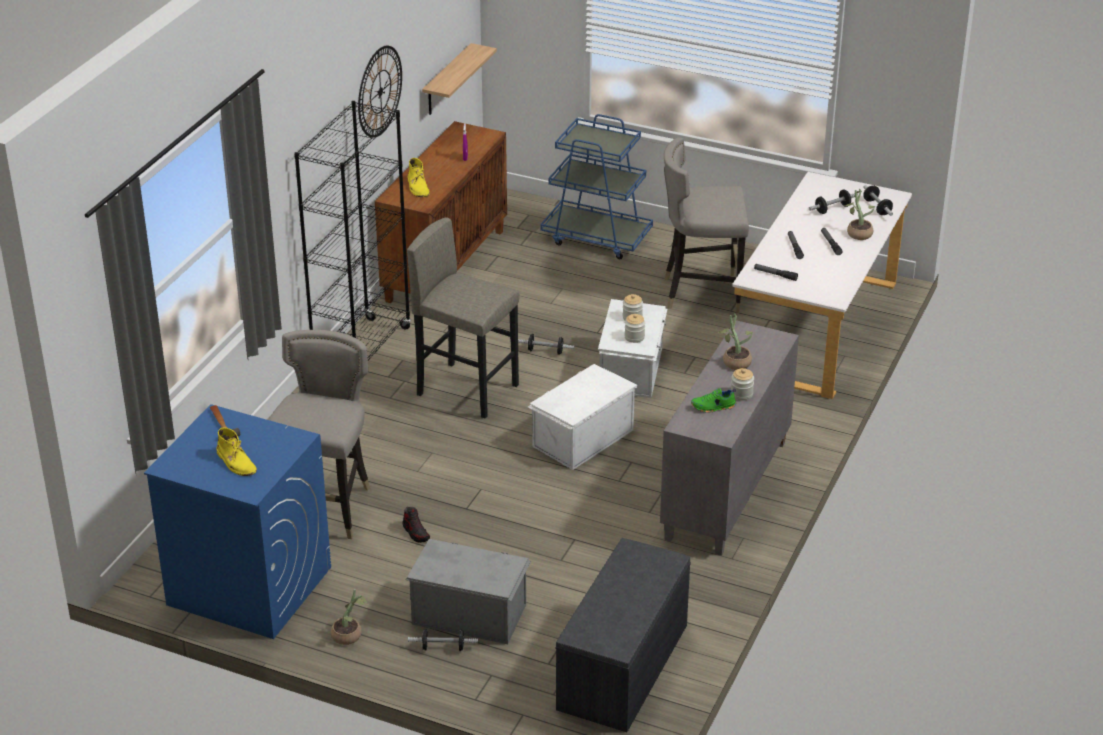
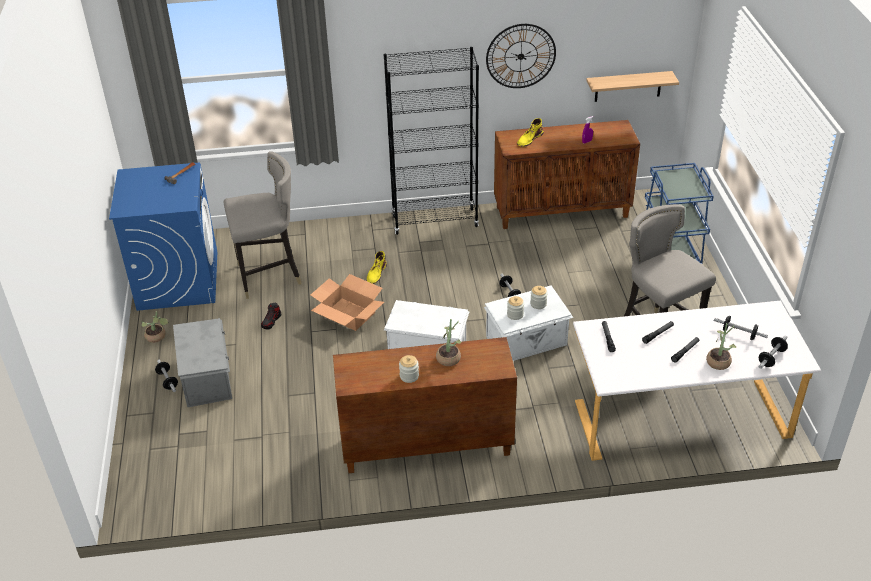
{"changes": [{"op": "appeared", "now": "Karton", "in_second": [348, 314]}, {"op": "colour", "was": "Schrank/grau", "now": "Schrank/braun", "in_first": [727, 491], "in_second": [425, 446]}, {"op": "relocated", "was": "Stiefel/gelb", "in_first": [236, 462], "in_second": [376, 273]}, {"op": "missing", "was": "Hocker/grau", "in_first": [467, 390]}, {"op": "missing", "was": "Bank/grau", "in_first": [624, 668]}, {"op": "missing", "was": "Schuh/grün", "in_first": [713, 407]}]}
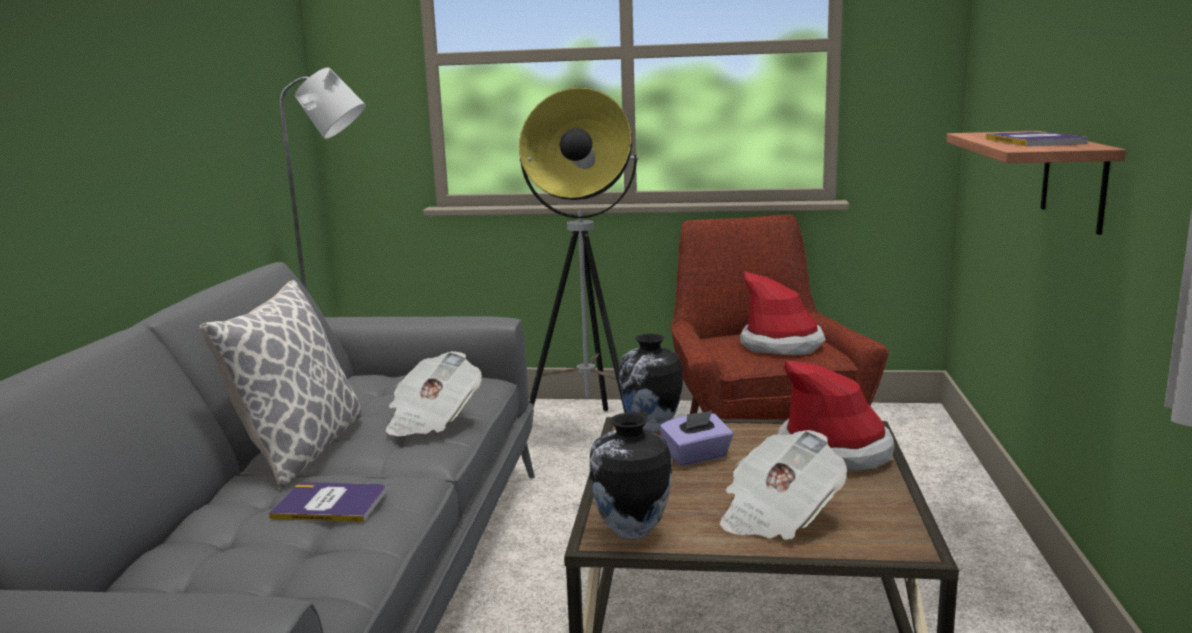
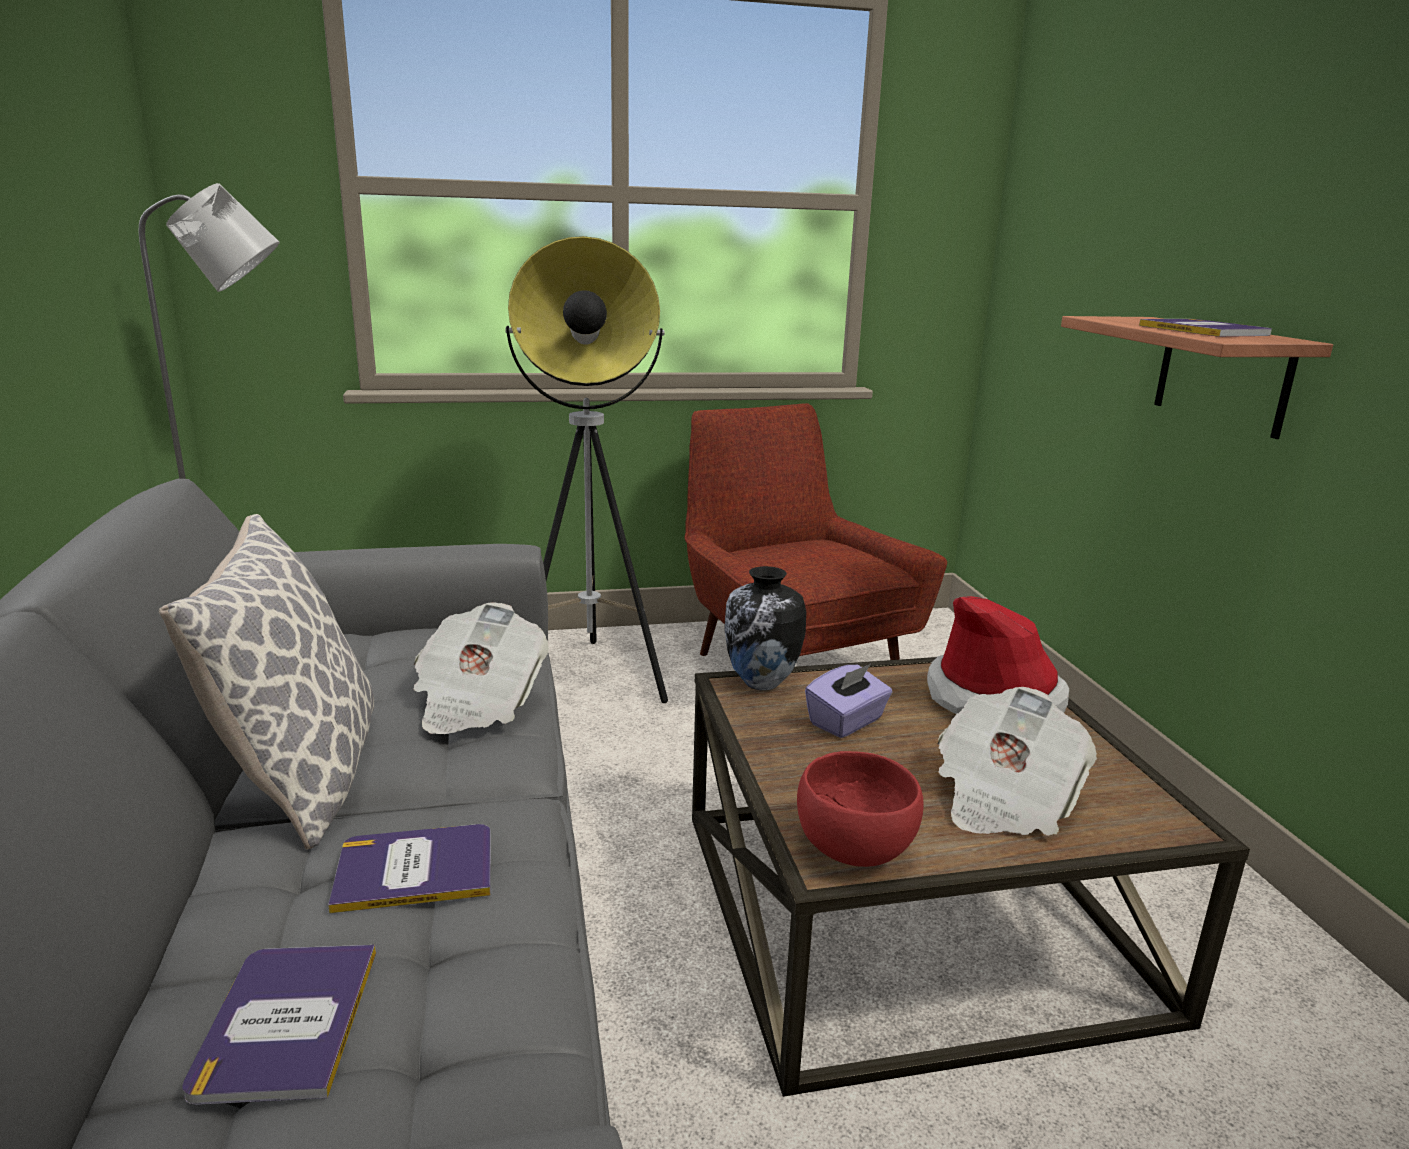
{"changes": [{"op": "appeared", "now": "Buch", "in_second": [286, 1022]}, {"op": "exchanged", "was": "Vase", "now": "Schüssel/rot", "in_first": [631, 531], "in_second": [853, 848]}, {"op": "missing", "was": "Hut", "in_first": [781, 345]}]}
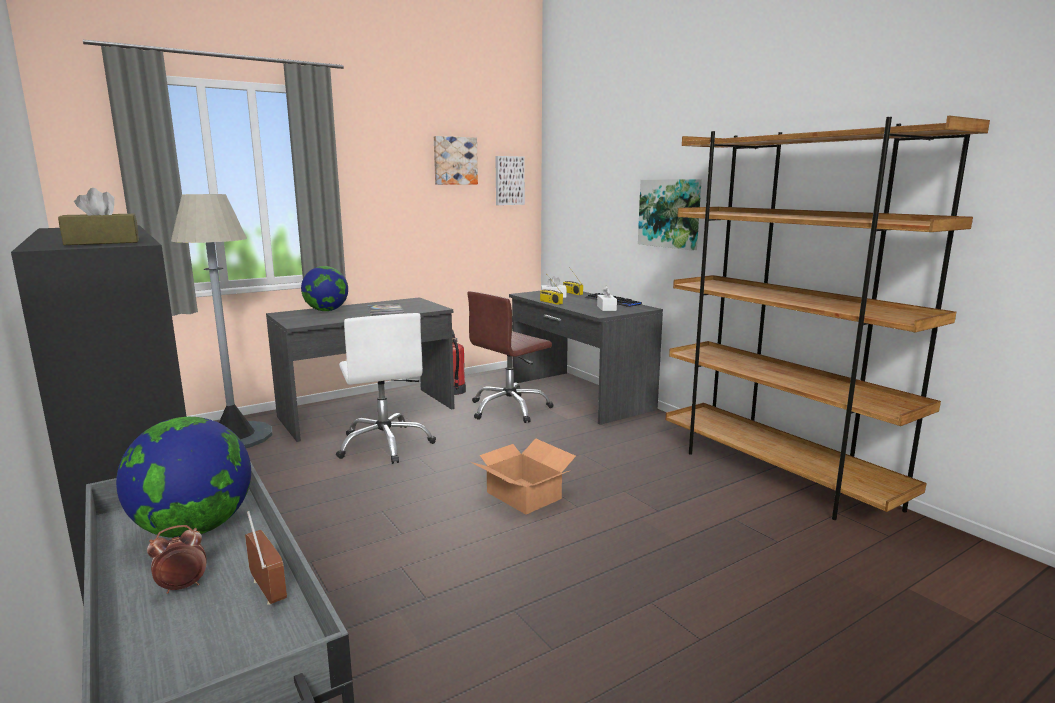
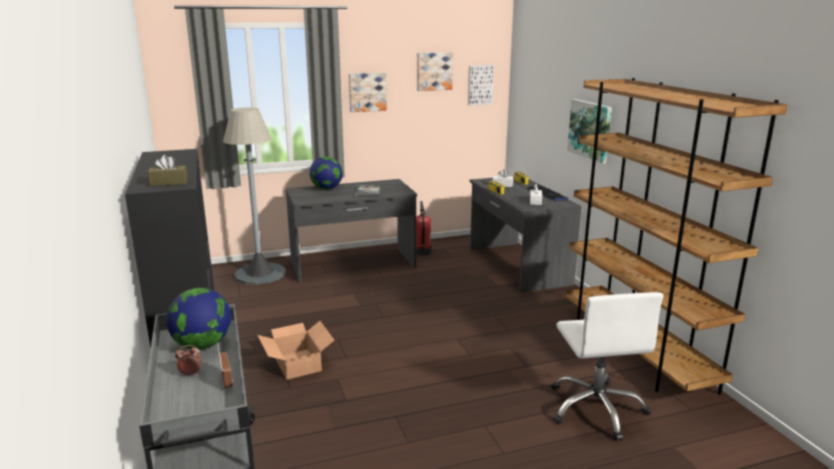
{"changes": [{"op": "relocated", "was": "Karton", "in_first": [524, 495], "in_second": [298, 363]}, {"op": "appeared", "now": "Bild", "in_second": [367, 92]}, {"op": "relocated", "was": "Bürostuhl/weiß", "in_first": [385, 444], "in_second": [596, 408]}, {"op": "missing", "was": "Bürostuhl/braun", "in_first": [509, 409]}]}
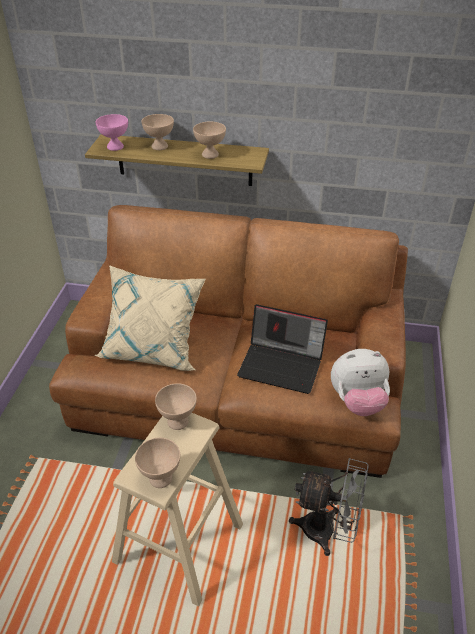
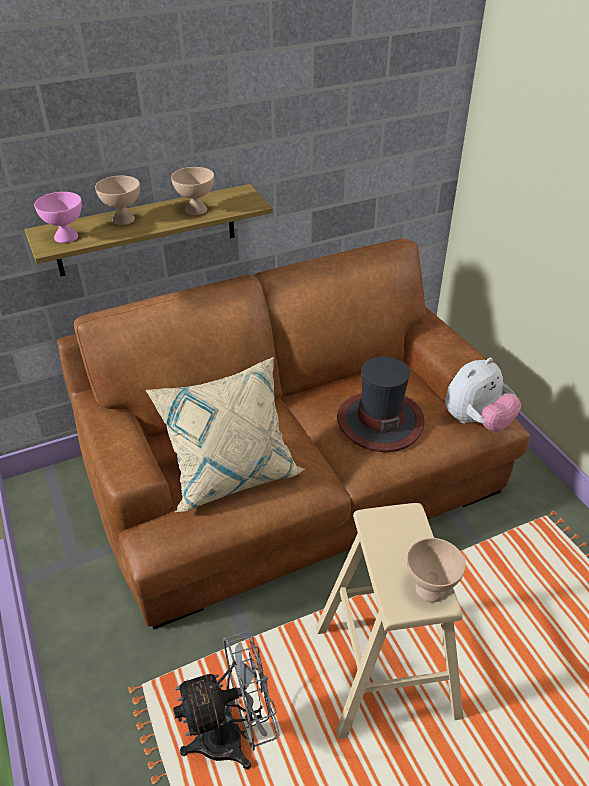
{"changes": [{"op": "relocated", "was": "Ventilator/grau", "in_first": [327, 531], "in_second": [233, 736]}, {"op": "exchanged", "was": "Laptop", "now": "Hut", "in_first": [282, 365], "in_second": [379, 421]}, {"op": "missing", "was": "Schüssel/beige", "in_first": [177, 422]}]}
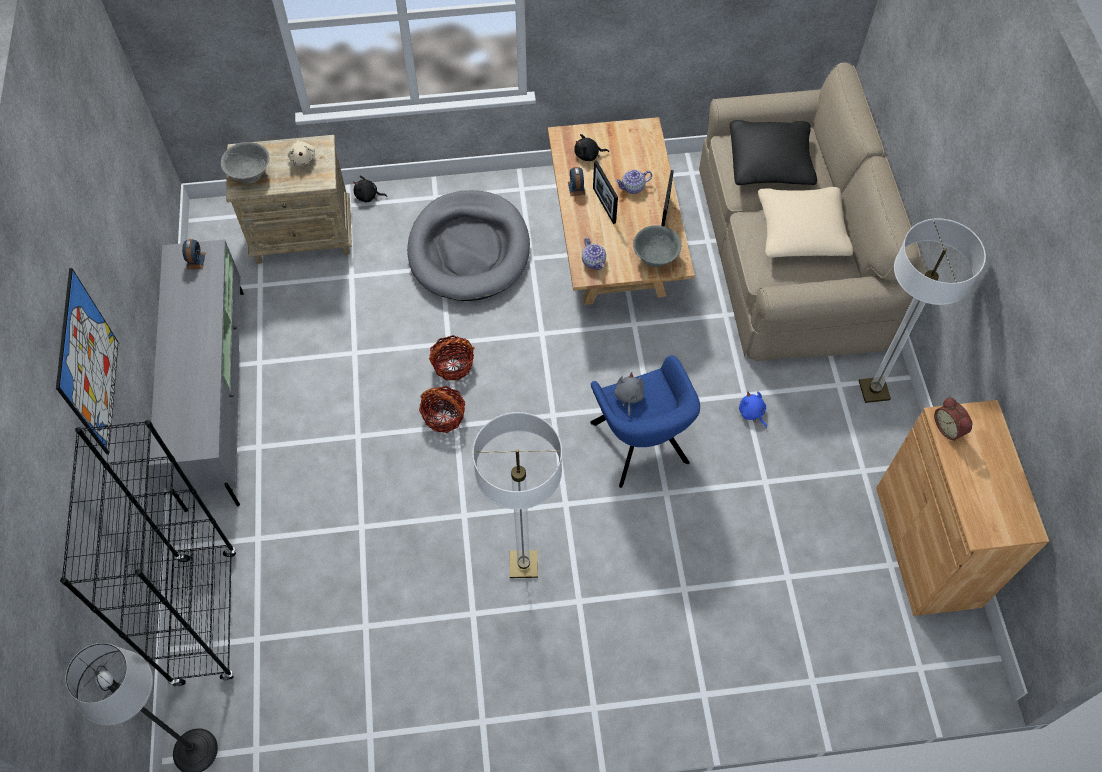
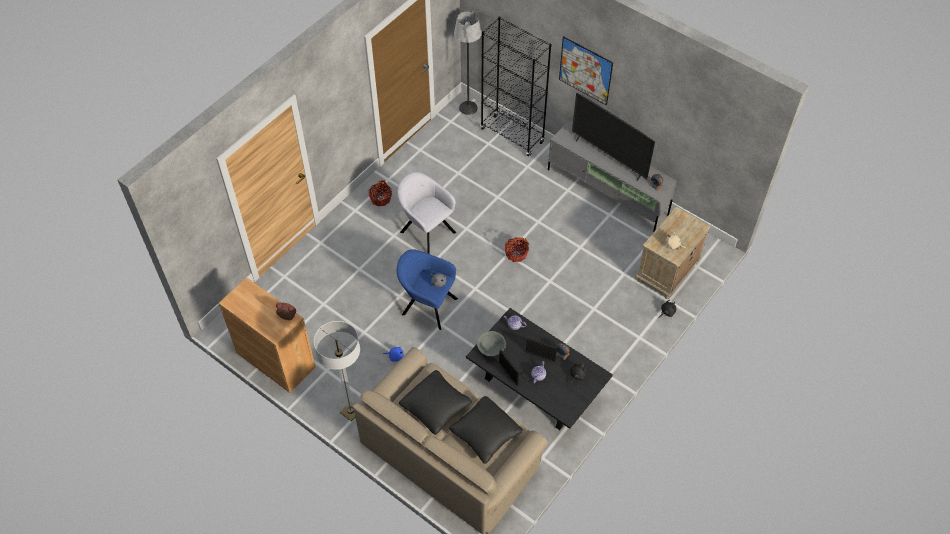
{"changes": [{"op": "relocated", "was": "Korb", "in_first": [453, 365], "in_second": [380, 198]}, {"op": "exchanged", "was": "Stehlampe", "now": "Sessel/grau", "in_first": [523, 564], "in_second": [426, 231]}, {"op": "colour", "was": "Kissen/beige", "now": "Kissen/schwarz", "in_first": [801, 232], "in_second": [435, 406]}, {"op": "colour", "was": "Couchtisch/beige", "now": "Couchtisch/schwarz", "in_first": [614, 241], "in_second": [536, 386]}, {"op": "appeared", "now": "Fernseher", "in_second": [609, 157]}, {"op": "missing", "was": "Schüssel/grau", "in_first": [250, 174]}, {"op": "missing", "was": "Hundebett/grau", "in_first": [469, 249]}]}
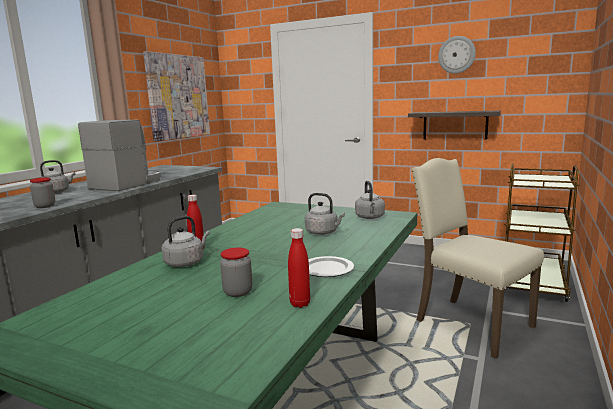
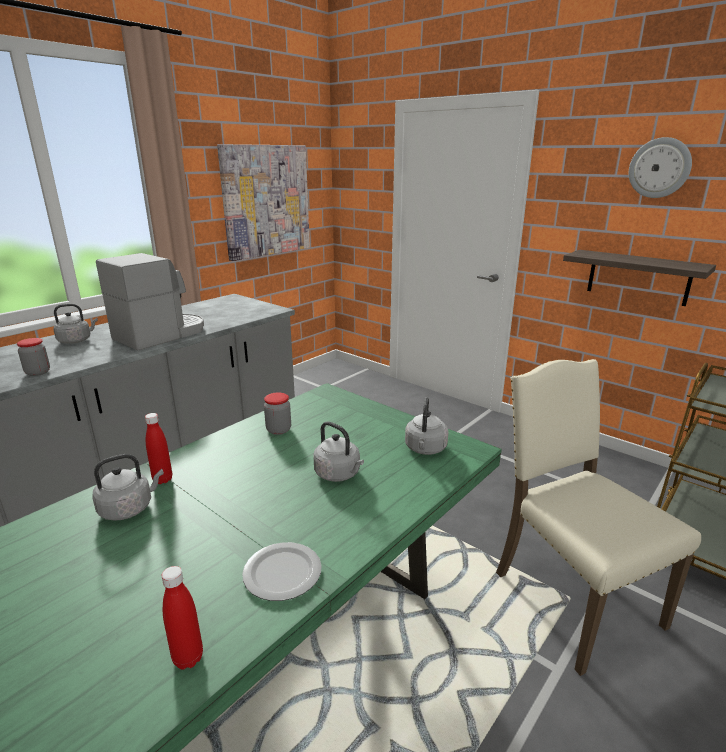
{"changes": [{"op": "relocated", "was": "Vorratsglas", "in_first": [238, 292], "in_second": [278, 430]}]}
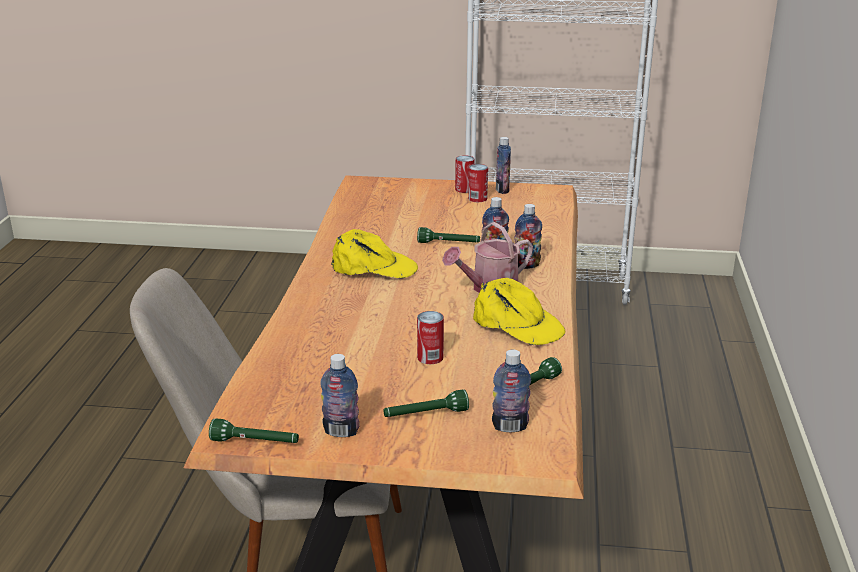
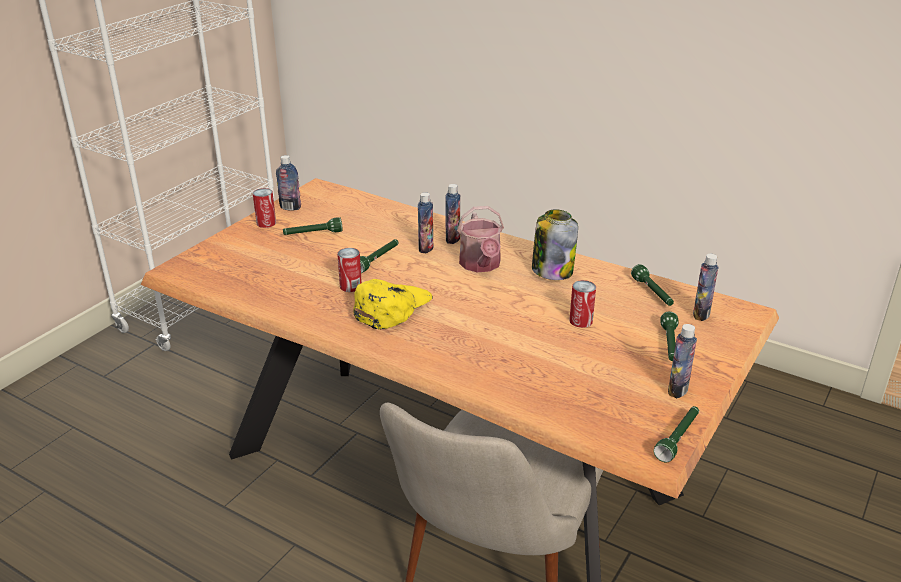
{"changes": [{"op": "appeared", "now": "Taschenlampe/grün", "in_second": [313, 234]}, {"op": "relocated", "was": "Dose", "in_first": [477, 198], "in_second": [350, 286]}, {"op": "exchanged", "was": "Kappe/gelb", "now": "Vorratsglas", "in_first": [517, 325], "in_second": [552, 270]}]}
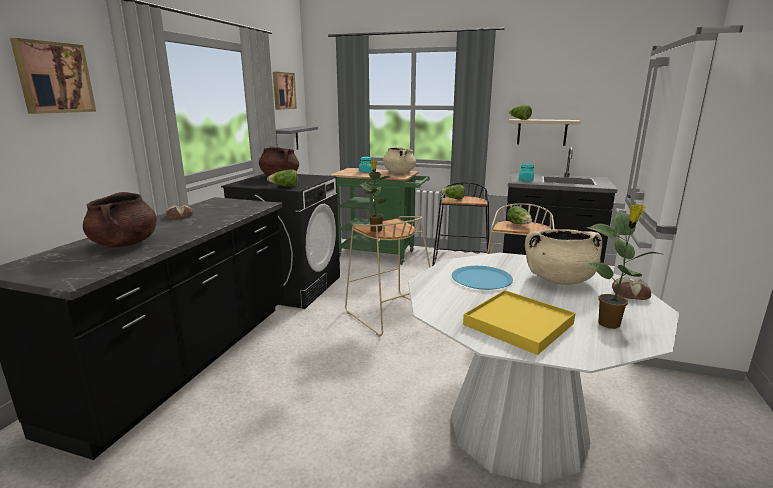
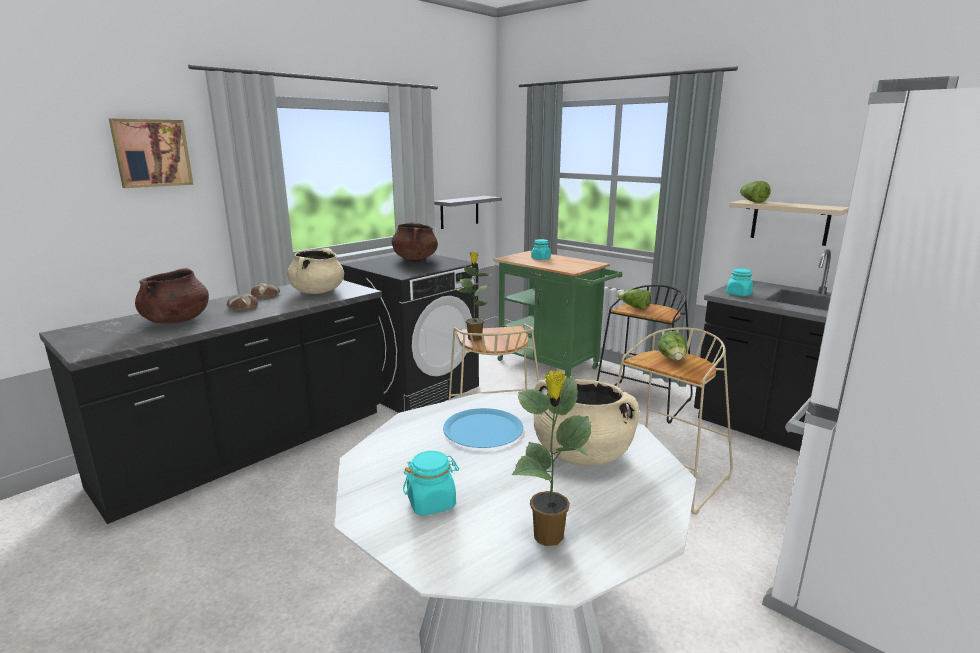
{"changes": [{"op": "relocated", "was": "Brot", "in_first": [630, 294], "in_second": [242, 307]}, {"op": "relocated", "was": "Kochtopf/beige", "in_first": [399, 172], "in_second": [317, 292]}, {"op": "exchanged", "was": "Tablett/gelb", "now": "Vorratsglas/türkis", "in_first": [518, 324], "in_second": [432, 503]}, {"op": "missing", "was": "Salatkopf", "in_first": [284, 187]}, {"op": "missing", "was": "Bild", "in_first": [283, 91]}]}
